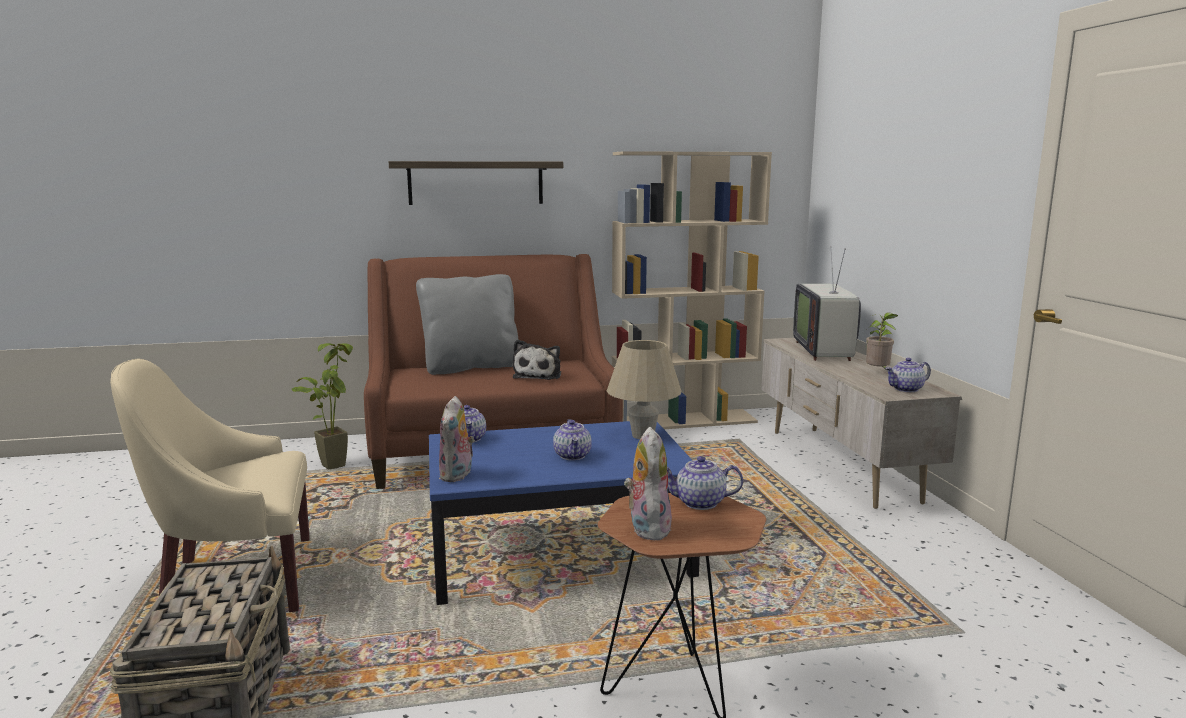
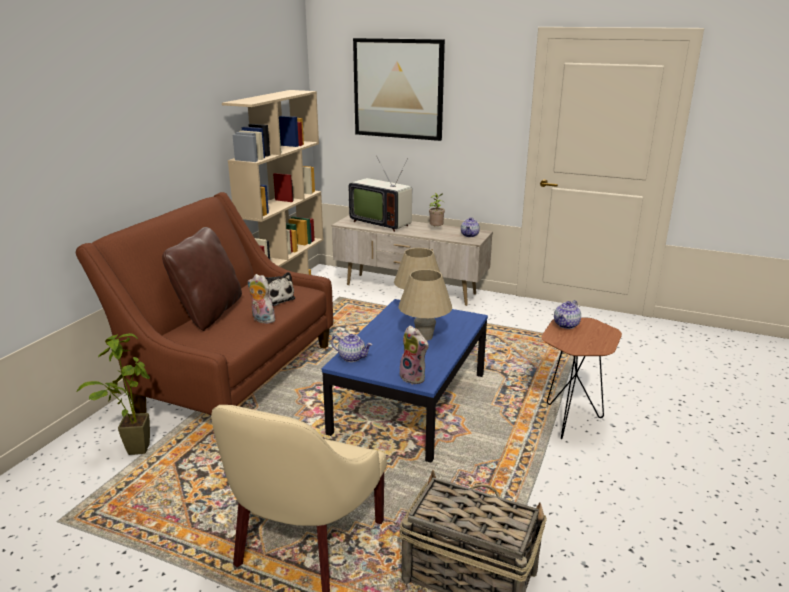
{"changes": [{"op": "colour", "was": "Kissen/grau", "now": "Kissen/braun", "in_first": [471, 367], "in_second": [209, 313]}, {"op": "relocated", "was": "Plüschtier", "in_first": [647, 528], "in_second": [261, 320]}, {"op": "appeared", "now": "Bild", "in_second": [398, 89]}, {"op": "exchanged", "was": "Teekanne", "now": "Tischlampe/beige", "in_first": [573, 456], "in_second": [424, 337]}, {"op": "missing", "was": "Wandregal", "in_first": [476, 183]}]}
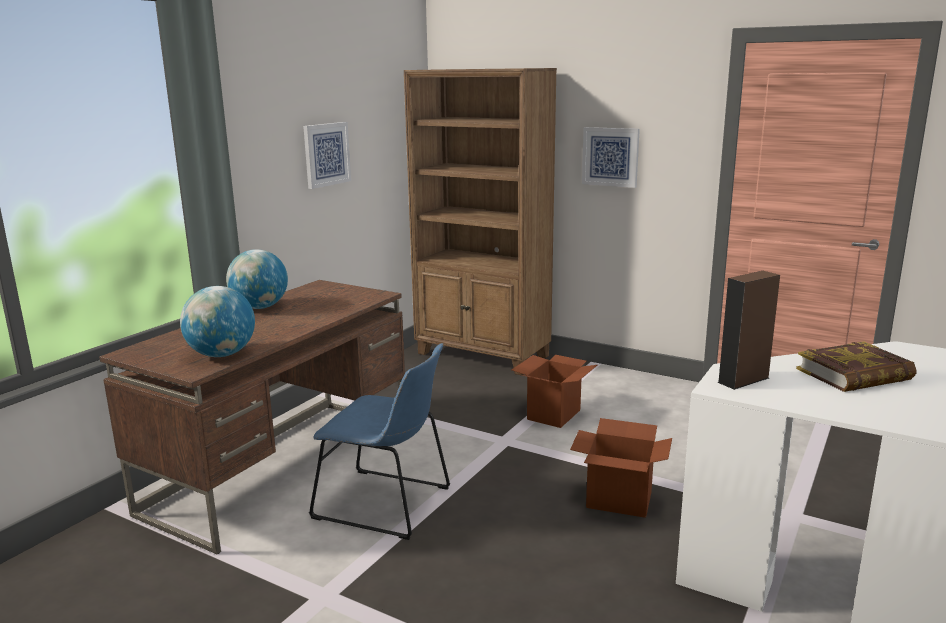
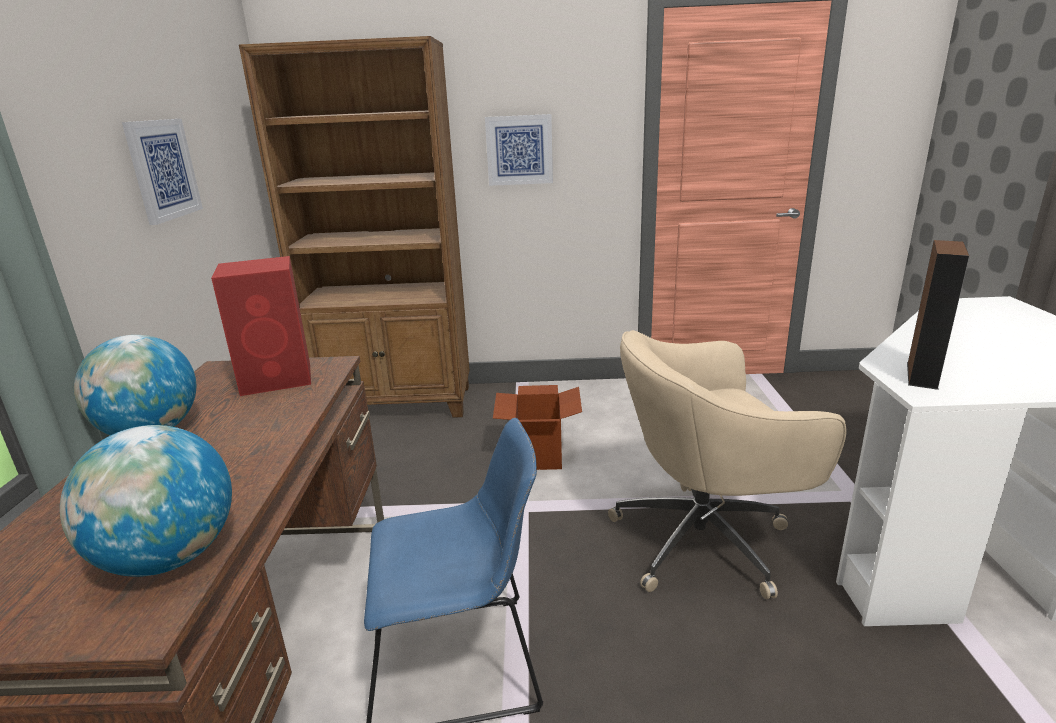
{"changes": [{"op": "appeared", "now": "Lautsprecher/rot", "in_second": [279, 378]}, {"op": "exchanged", "was": "Karton", "now": "Bürostuhl/beige", "in_first": [618, 500], "in_second": [705, 540]}, {"op": "missing", "was": "Buch", "in_first": [854, 375]}]}
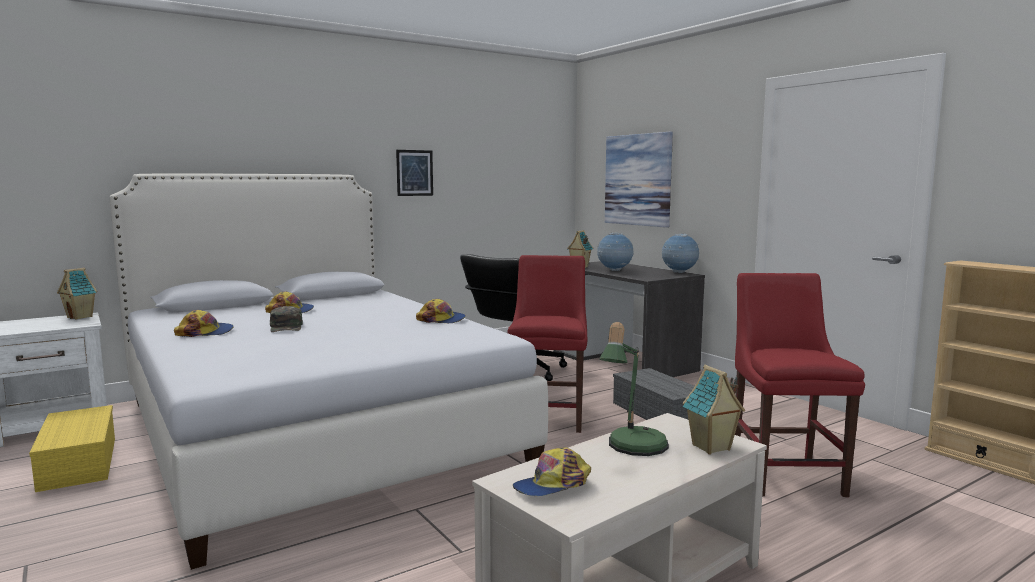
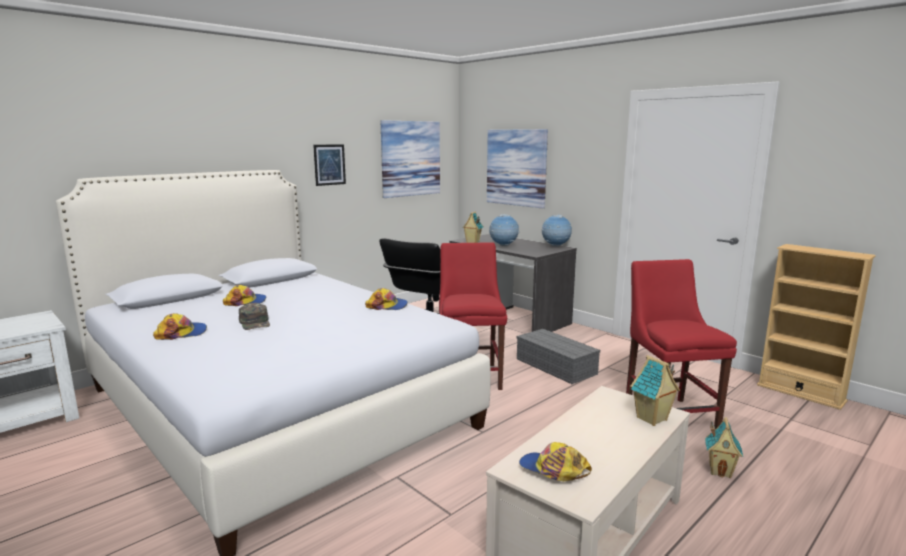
{"changes": [{"op": "appeared", "now": "Bild", "in_second": [410, 158]}, {"op": "spun", "was": "Kappe", "in_first": [553, 486], "in_second": [553, 470], "clockwise": 75}, {"op": "relocated", "was": "Spielzeughaus", "in_first": [80, 317], "in_second": [720, 471]}, {"op": "missing", "was": "Aufbewahrungsbox/gelb", "in_first": [77, 462]}, {"op": "missing", "was": "Tischlampe", "in_first": [633, 448]}]}
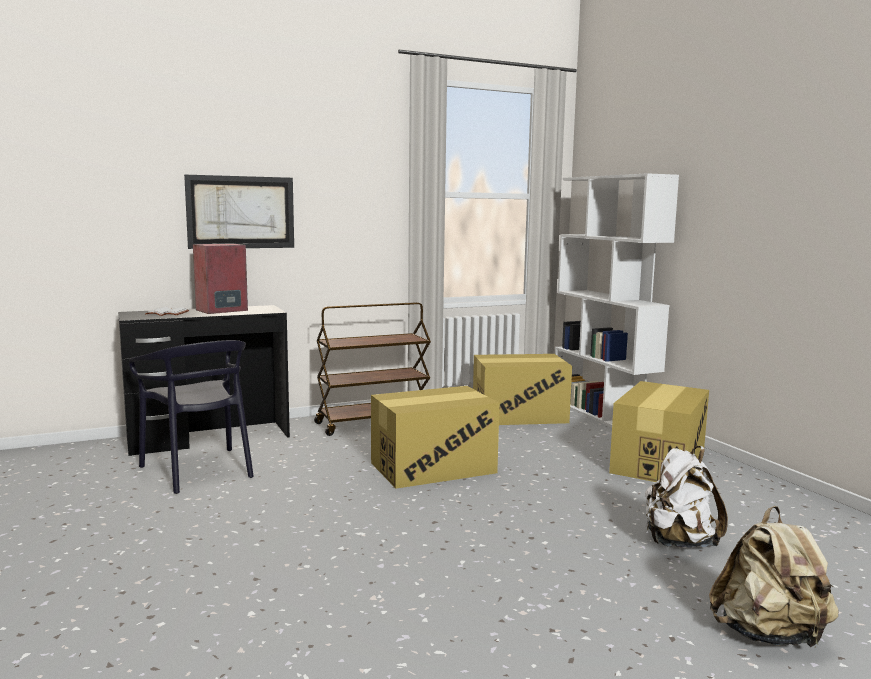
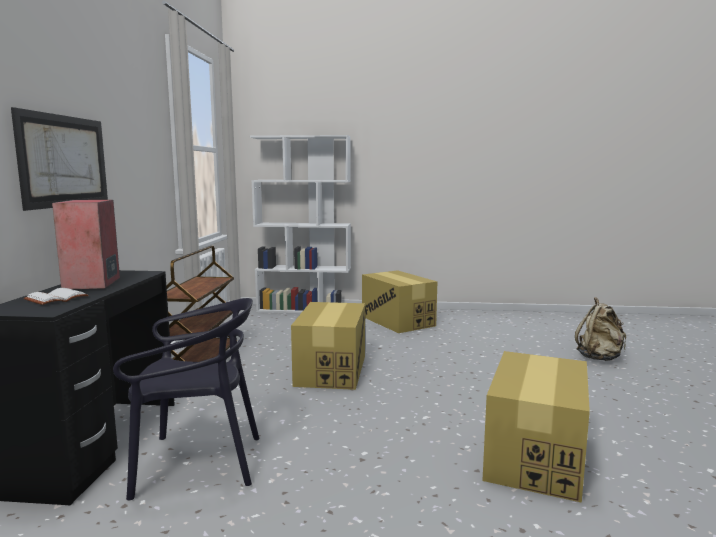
{"changes": [{"op": "relocated", "was": "Karton", "in_first": [519, 415], "in_second": [535, 456]}, {"op": "missing", "was": "Rucksack/weiß", "in_first": [678, 542]}]}
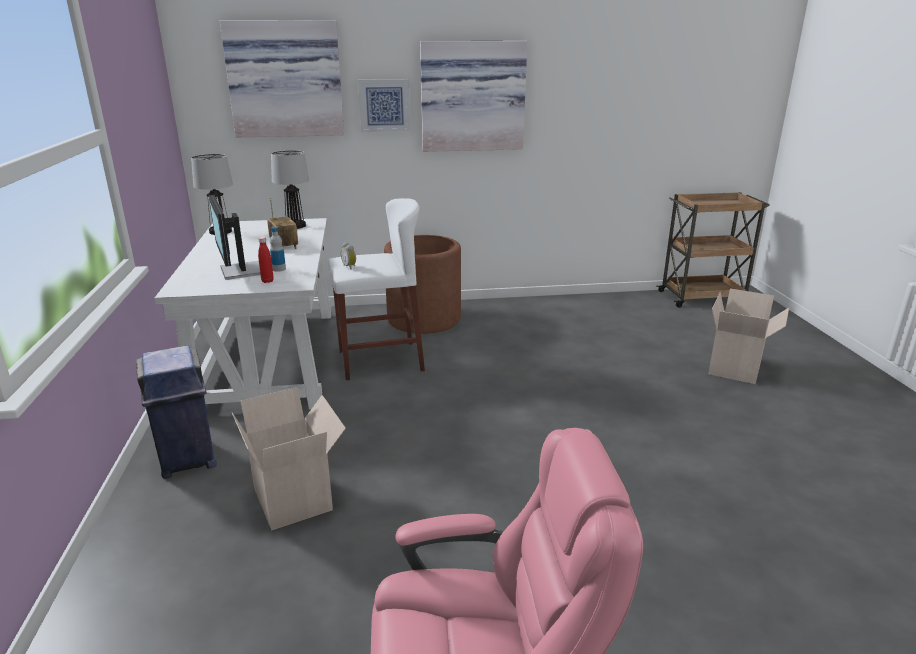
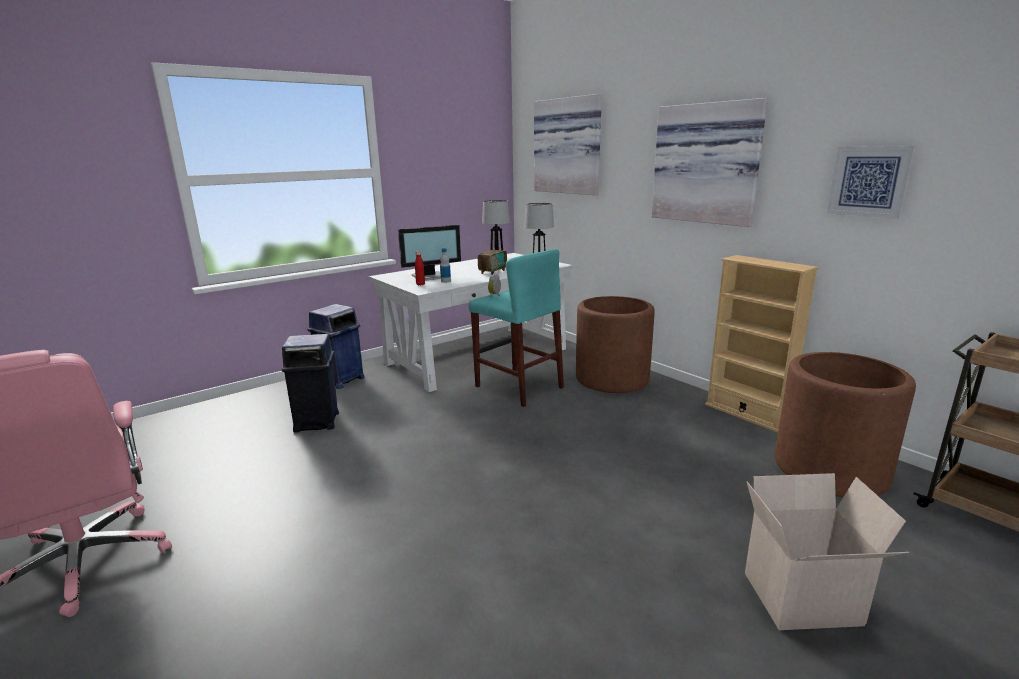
{"changes": [{"op": "exchanged", "was": "Karton", "now": "Mülleimer/blau", "in_first": [295, 499], "in_second": [318, 422]}, {"op": "spun", "was": "Monitor", "in_first": [240, 271], "in_second": [430, 277], "clockwise": -150}, {"op": "colour", "was": "Hocker/weiß", "now": "Hocker/türkis", "in_first": [380, 360], "in_second": [518, 387]}, {"op": "appeared", "now": "Bücherregal/beige", "in_second": [746, 414]}, {"op": "appeared", "now": "Pflanzkübel/braun", "in_second": [830, 469]}, {"op": "relocated", "was": "Bild", "in_first": [384, 105], "in_second": [869, 181]}]}
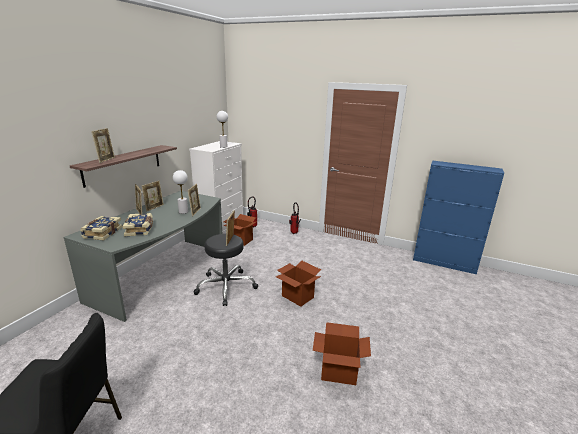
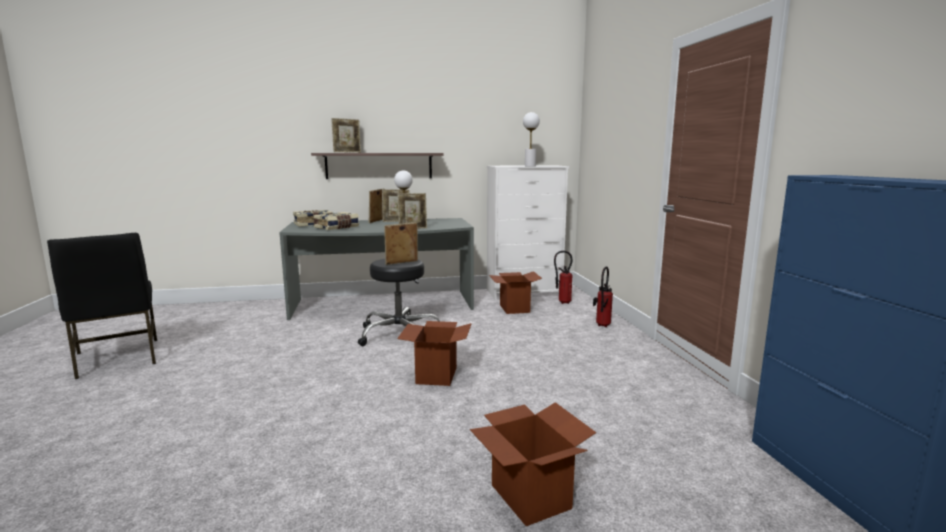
{"changes": [{"op": "relocated", "was": "Karton", "in_first": [338, 372], "in_second": [530, 496]}]}
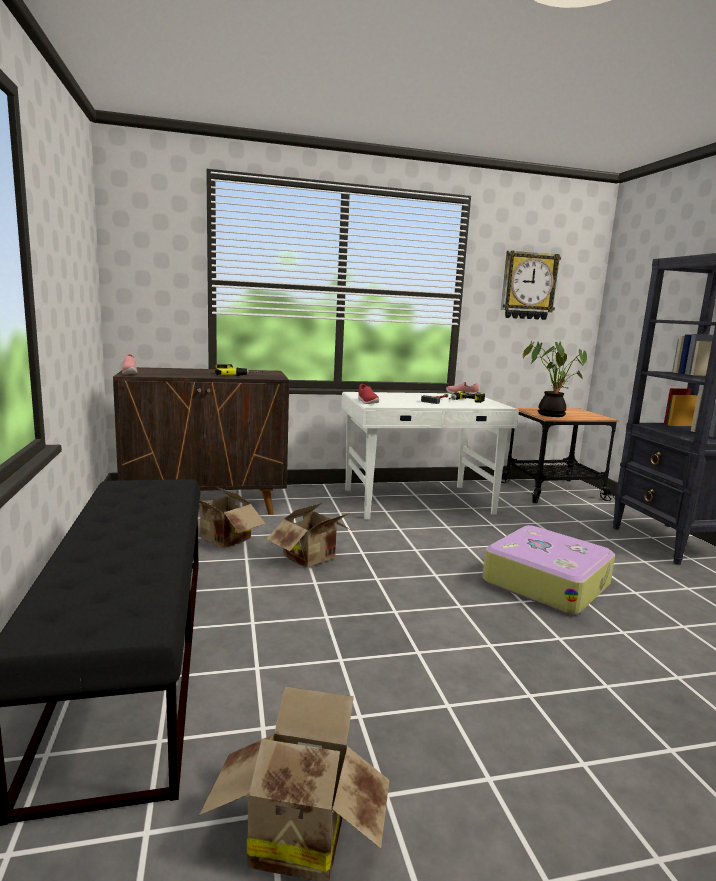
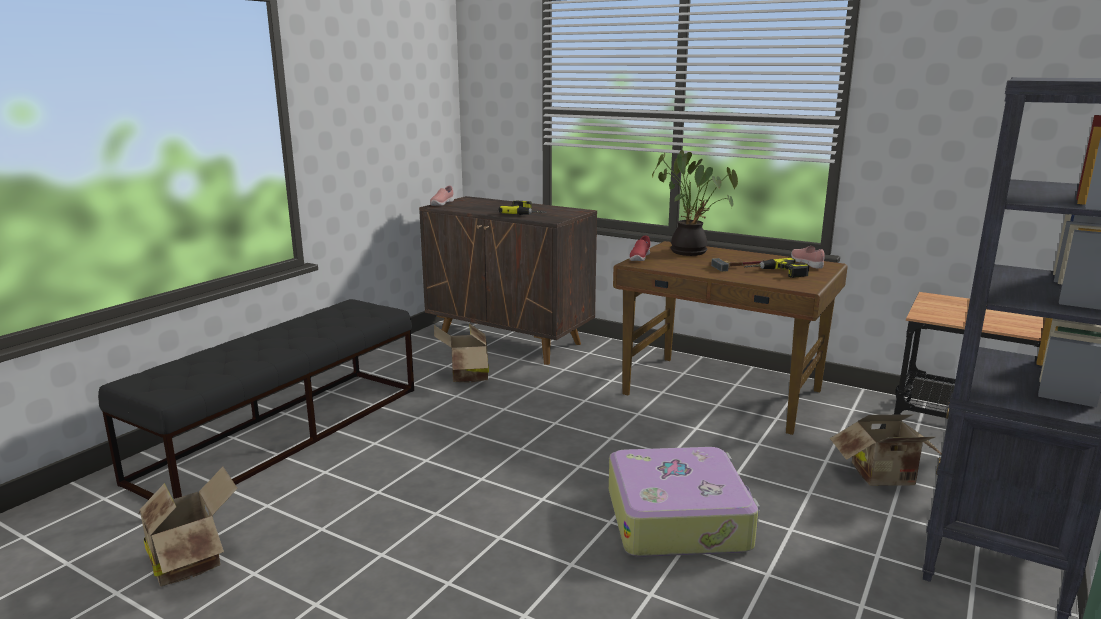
{"changes": [{"op": "colour", "was": "Schreibtisch/weiß", "now": "Schreibtisch/braun", "in_first": [419, 502], "in_second": [722, 393]}, {"op": "relocated", "was": "Topfpflanze", "in_first": [550, 414], "in_second": [690, 251]}, {"op": "relocated", "was": "Karton", "in_first": [313, 559], "in_second": [886, 478]}, {"op": "missing", "was": "Wanduhr", "in_first": [528, 286]}]}
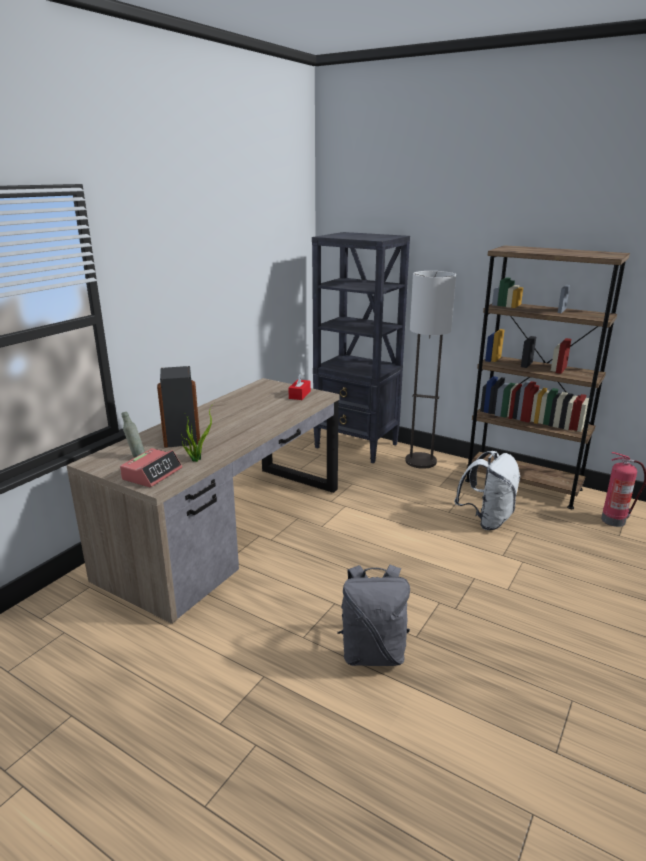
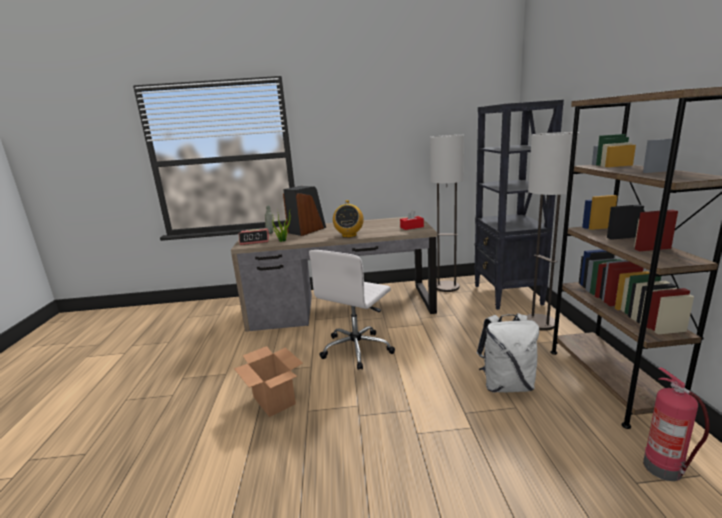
{"changes": [{"op": "exchanged", "was": "Rucksack/grau", "now": "Karton", "in_first": [373, 653], "in_second": [274, 400]}, {"op": "appeared", "now": "Bürostuhl/weiß", "in_second": [357, 349]}, {"op": "appeared", "now": "Radio", "in_second": [349, 235]}, {"op": "appeared", "now": "Stehlampe", "in_second": [446, 287]}]}
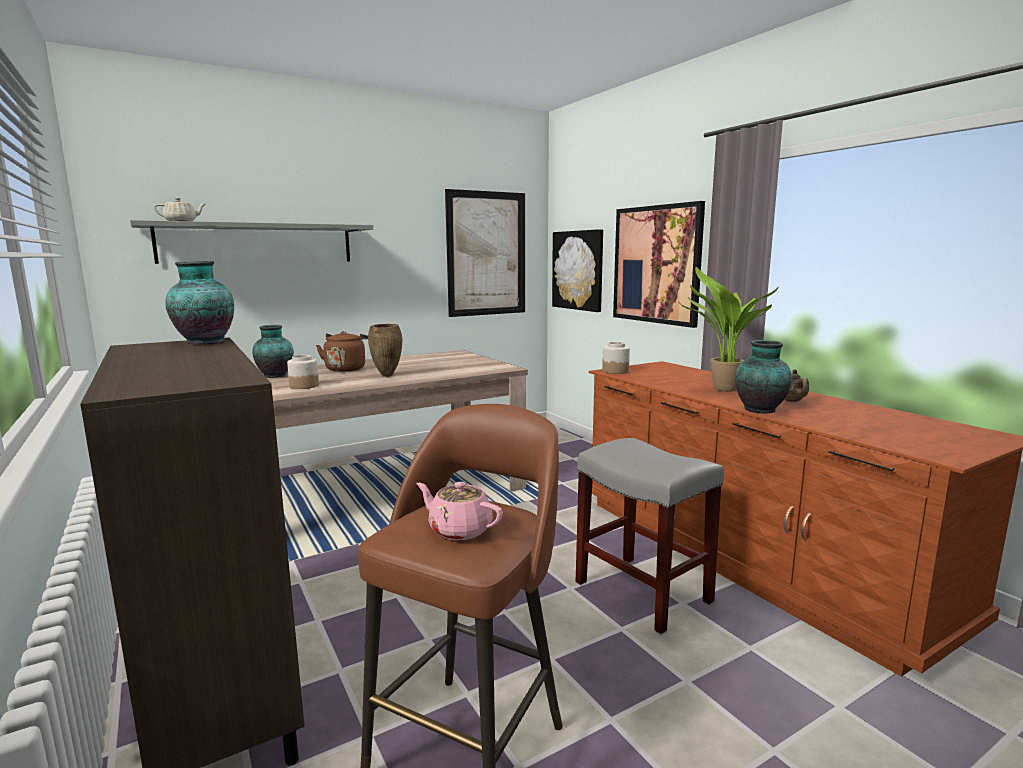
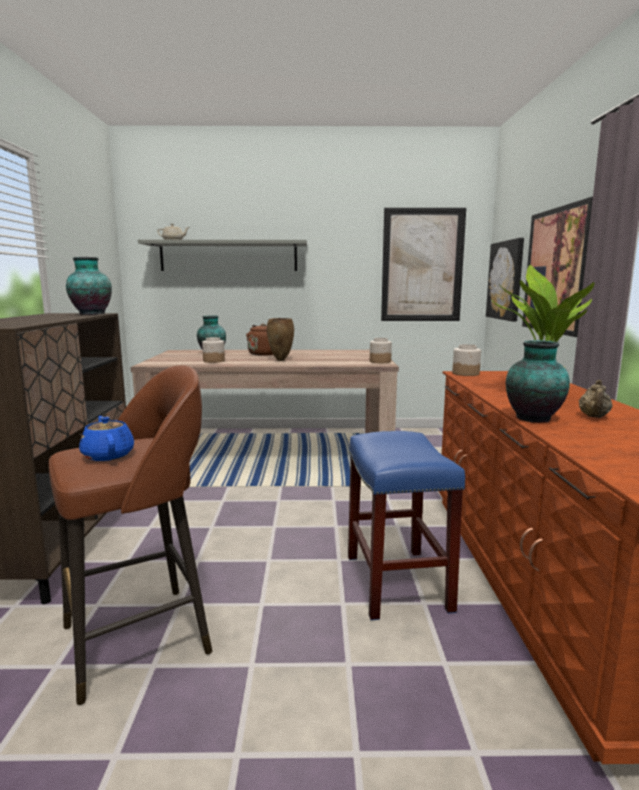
{"changes": [{"op": "colour", "was": "Teekanne/rosa", "now": "Teekanne/blau", "in_first": [459, 529], "in_second": [108, 455]}, {"op": "colour", "was": "Hocker/grau", "now": "Hocker/blau", "in_first": [644, 592], "in_second": [398, 583]}, {"op": "appeared", "now": "Vorratsglas", "in_second": [380, 361]}]}
